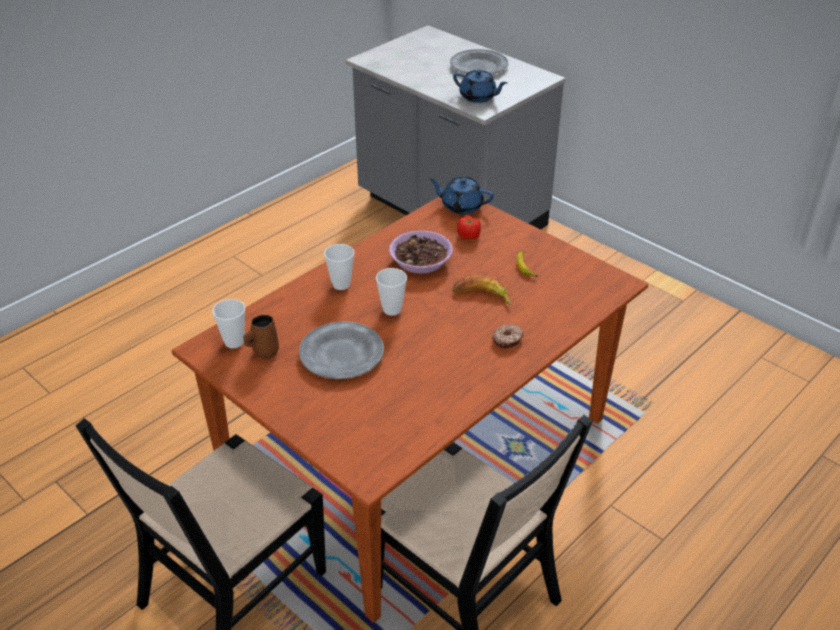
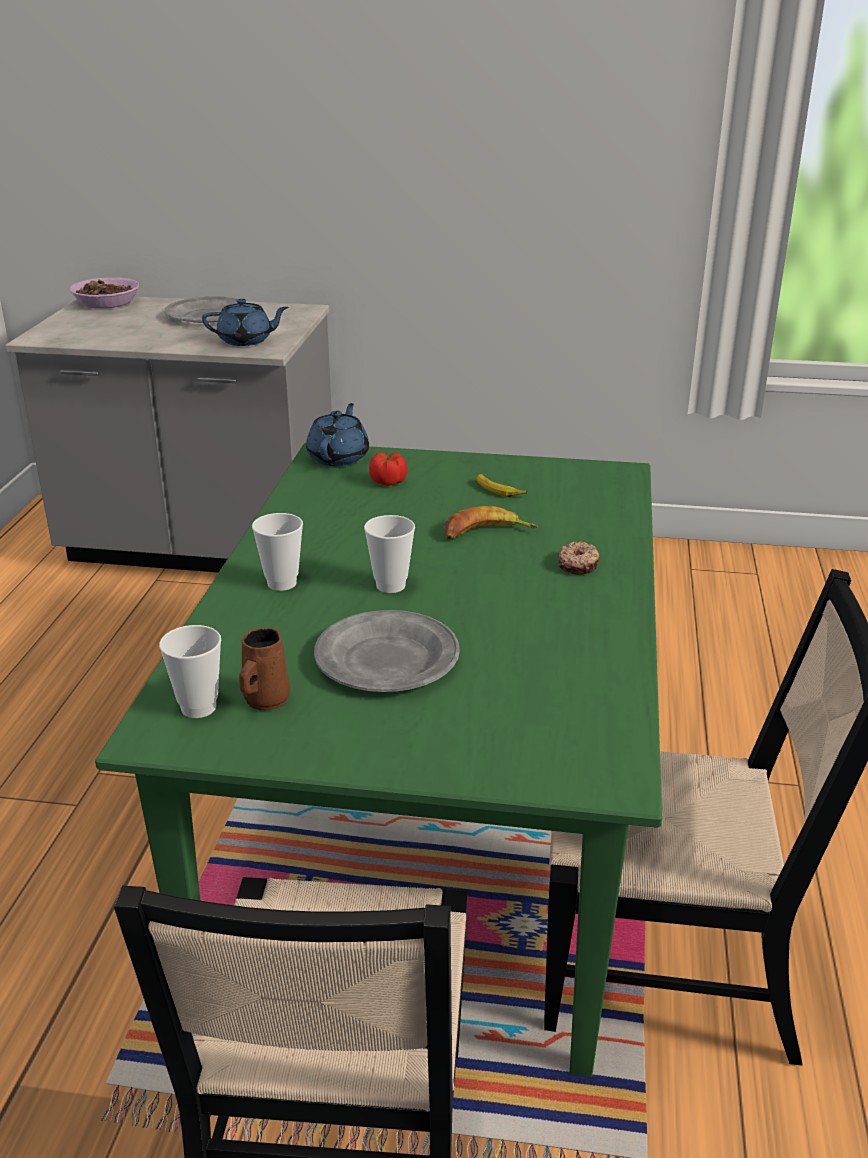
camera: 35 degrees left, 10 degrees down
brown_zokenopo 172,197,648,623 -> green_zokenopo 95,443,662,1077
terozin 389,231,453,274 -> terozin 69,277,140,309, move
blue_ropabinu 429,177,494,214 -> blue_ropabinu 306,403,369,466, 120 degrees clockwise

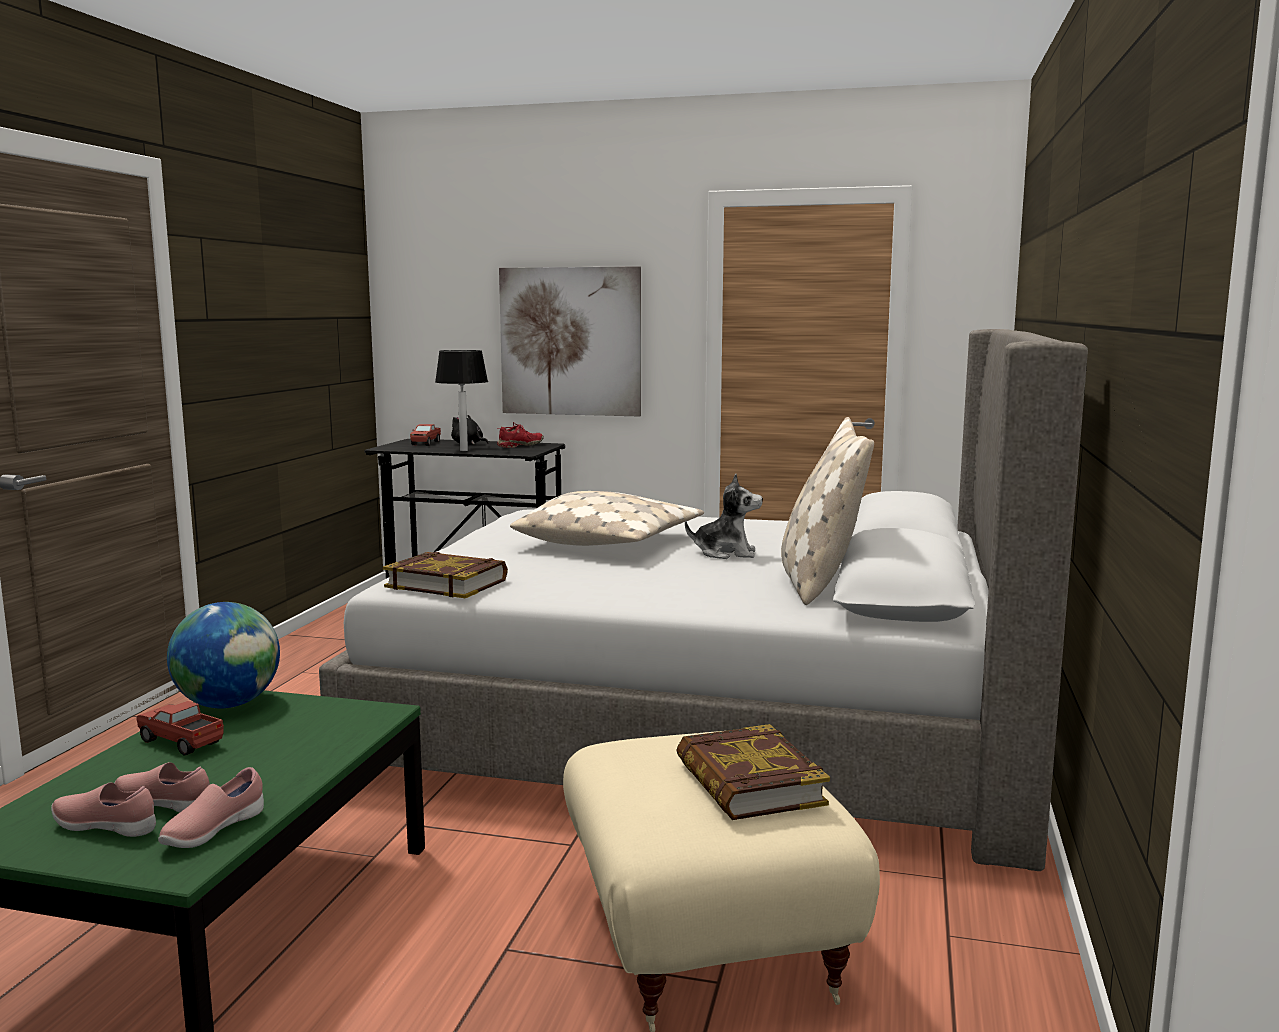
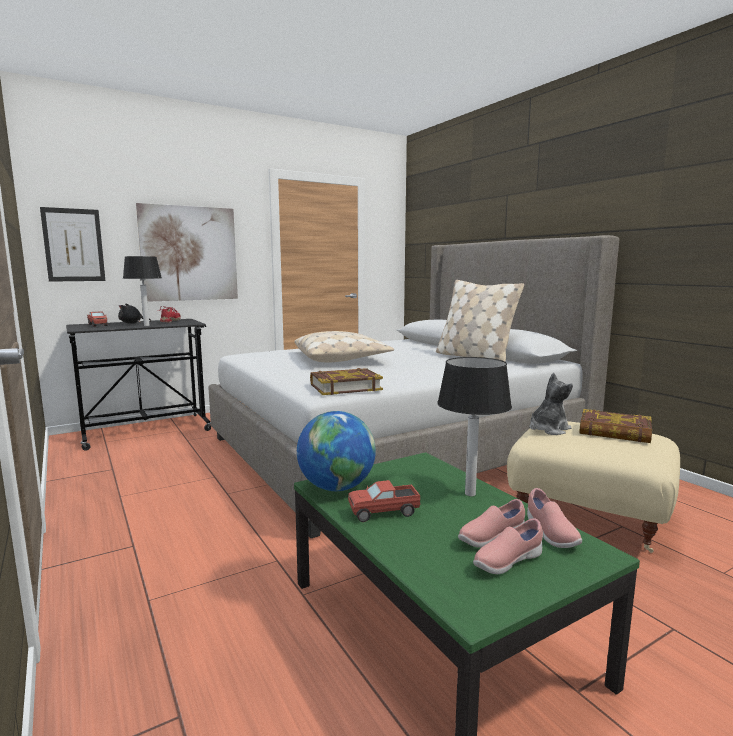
camera: 45 degrees left, 0 degrees up
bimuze 685,474,763,559 -> bimuze 530,373,573,435, move
none -> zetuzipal 40,207,106,282
none -> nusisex 437,357,512,496

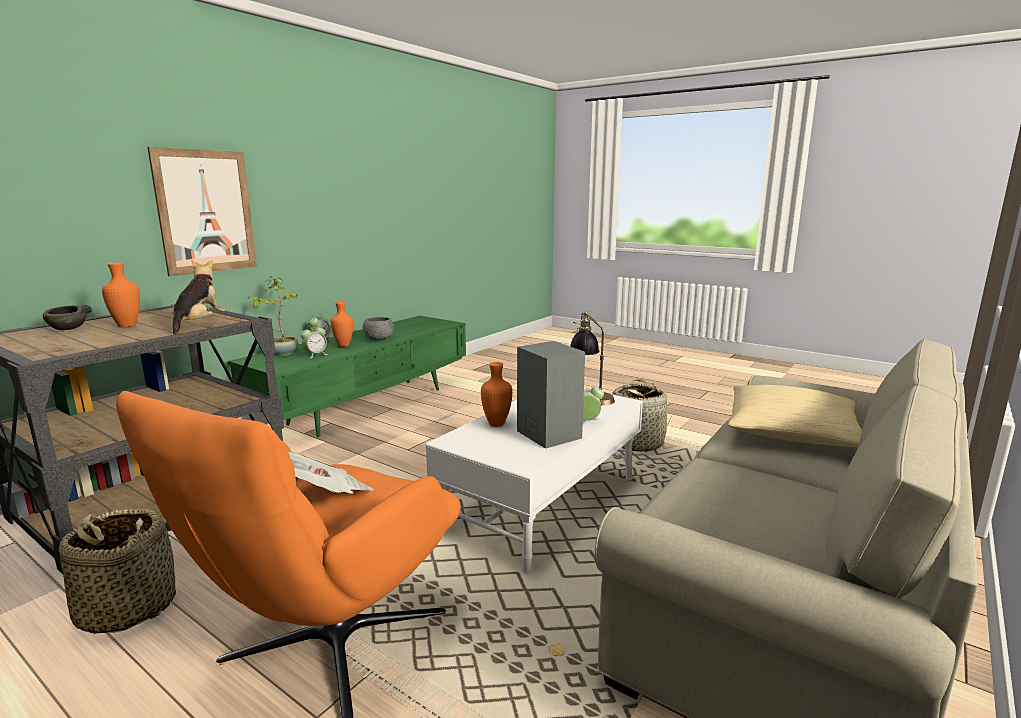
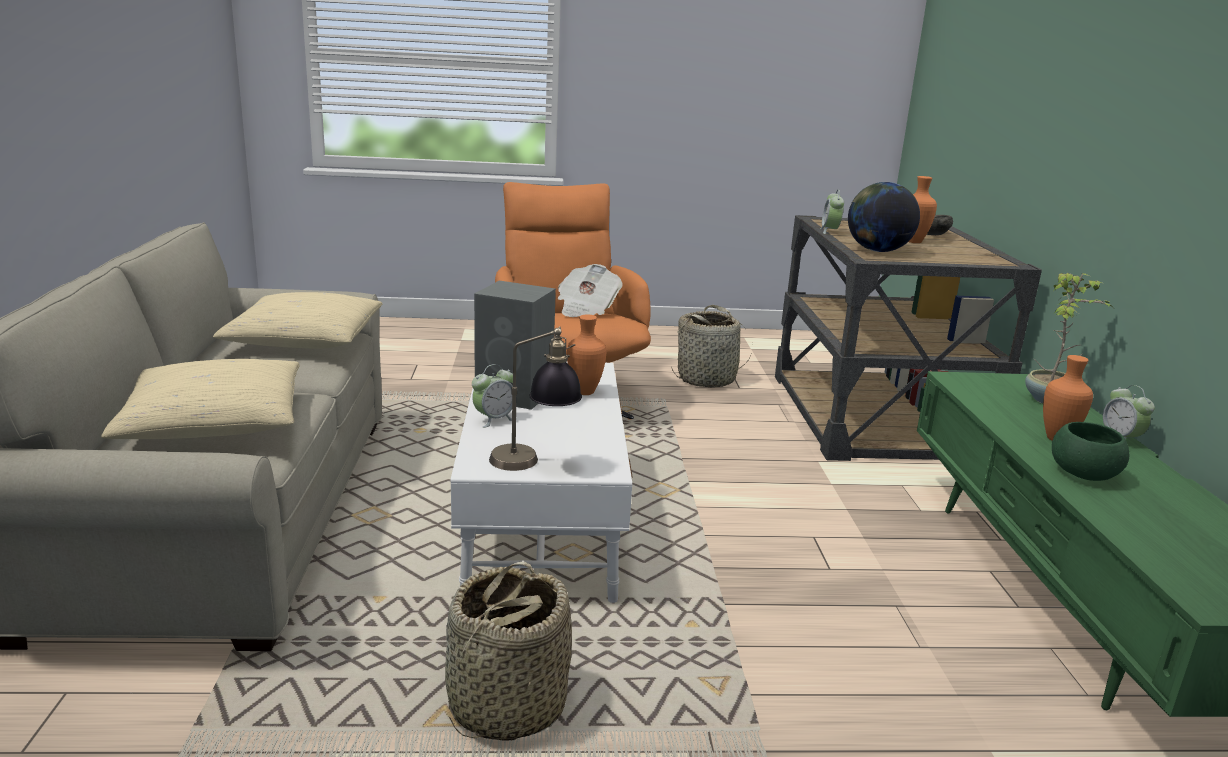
camera: 140 degrees right, 5 degrees up
zetuzipal 147,147,257,276 -> none
bimuze 172,260,226,334 -> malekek 848,182,920,252
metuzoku 301,324,328,358 -> metuzoku 820,189,844,234, move
grey_terozin 363,317,394,340 -> green_terozin 1052,422,1129,481
none -> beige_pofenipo 213,292,383,348

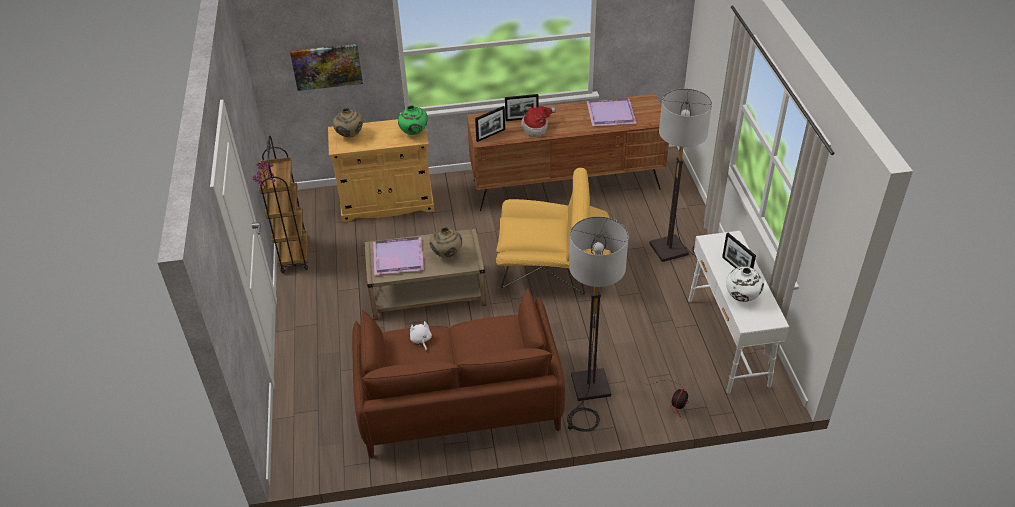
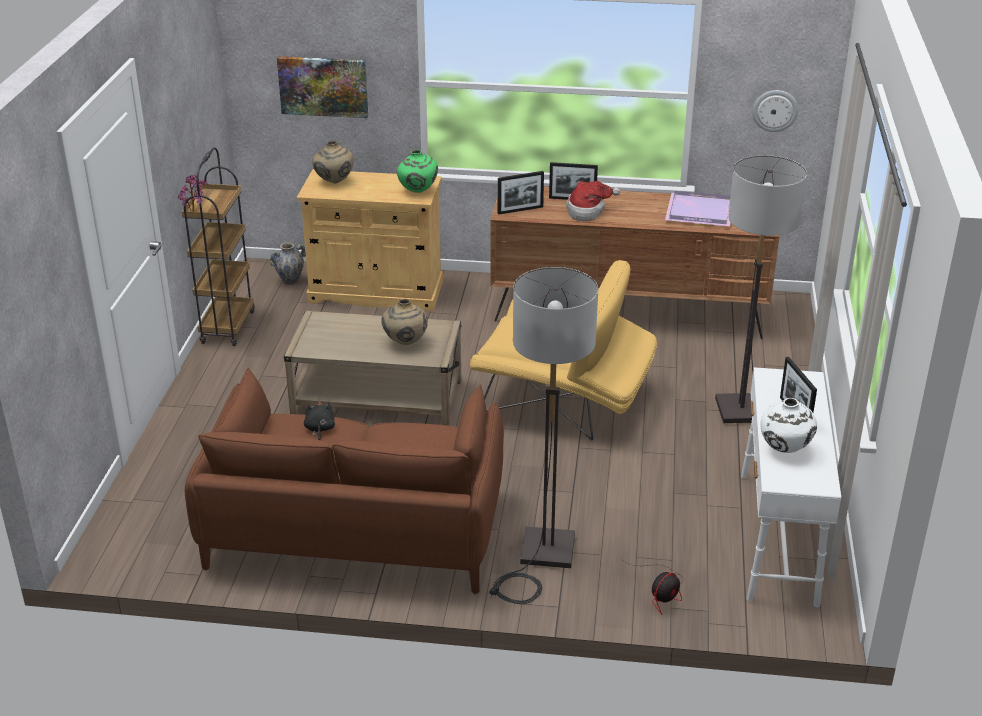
camera: 15 degrees right, 10 degrees down
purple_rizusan 373,237,424,275 -> none
white_bimuze 410,321,432,351 -> black_bimuze 304,400,335,440
none -> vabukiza 270,243,306,285
none -> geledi 752,90,798,132

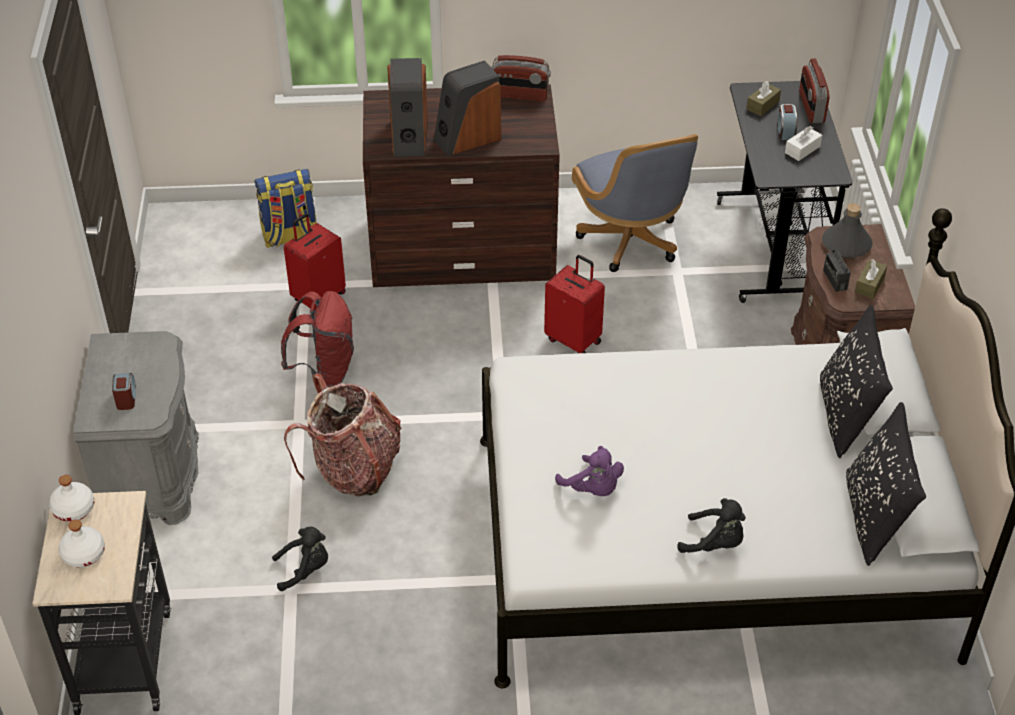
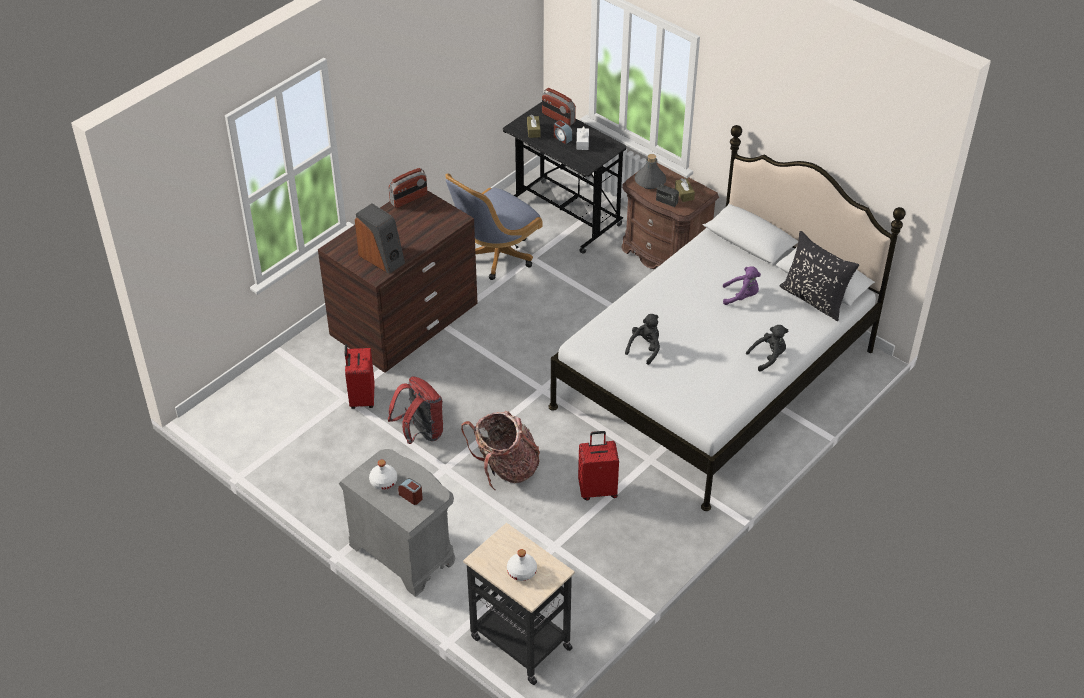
camera: 45 degrees left, 0 degrees up
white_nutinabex 49,475,94,522 -> white_nutinabex 369,460,397,490, move
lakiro 254,169,317,248 -> none
black_bimuze 272,527,328,591 -> black_bimuze 625,314,660,365, move
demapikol 434,60,501,156 -> none
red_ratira 544,255,605,353 -> red_ratira 578,431,619,500, move
purple_bimuze 555,446,624,496 -> purple_bimuze 723,266,761,305, move
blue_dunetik 572,134,698,272 -> blue_dunetik 445,173,543,280, 105 degrees clockwise
black_pofenipo 820,305,893,458 -> none

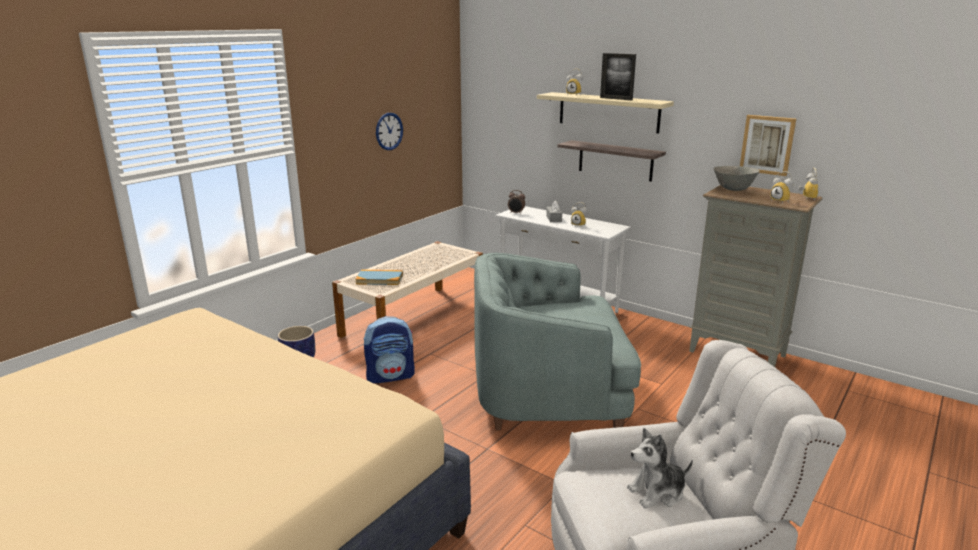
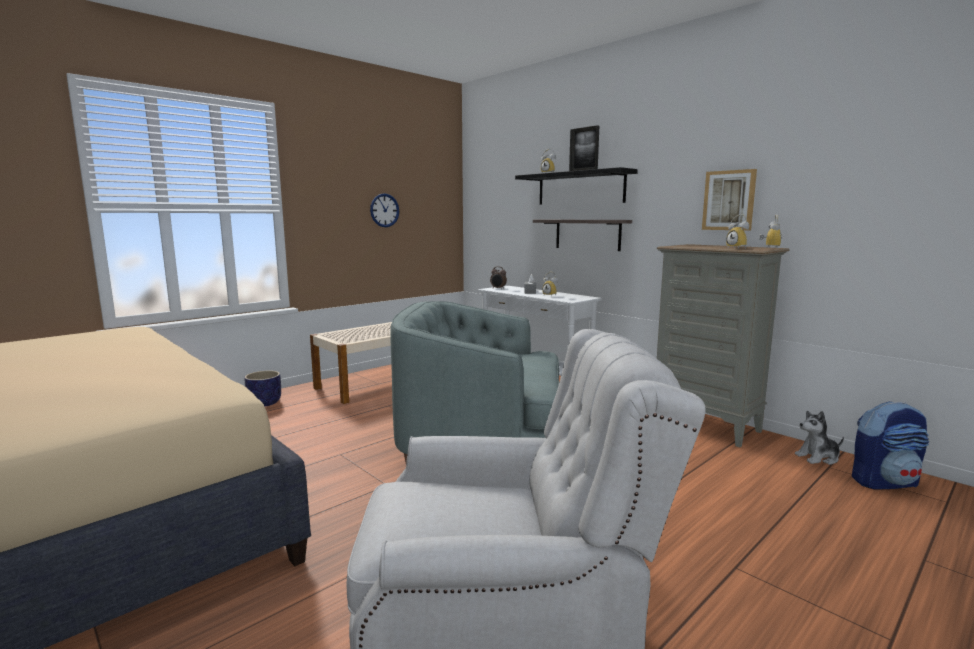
camera: 10 degrees right, 10 degrees down
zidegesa 355,269,403,285 -> none
lakiro 364,316,415,383 -> lakiro 852,402,929,490, move
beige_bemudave 537,92,674,133 -> black_bemudave 515,167,638,204
bimuze 627,428,693,509 -> bimuze 795,411,844,465, move
grey_terozin 713,166,760,191 -> none

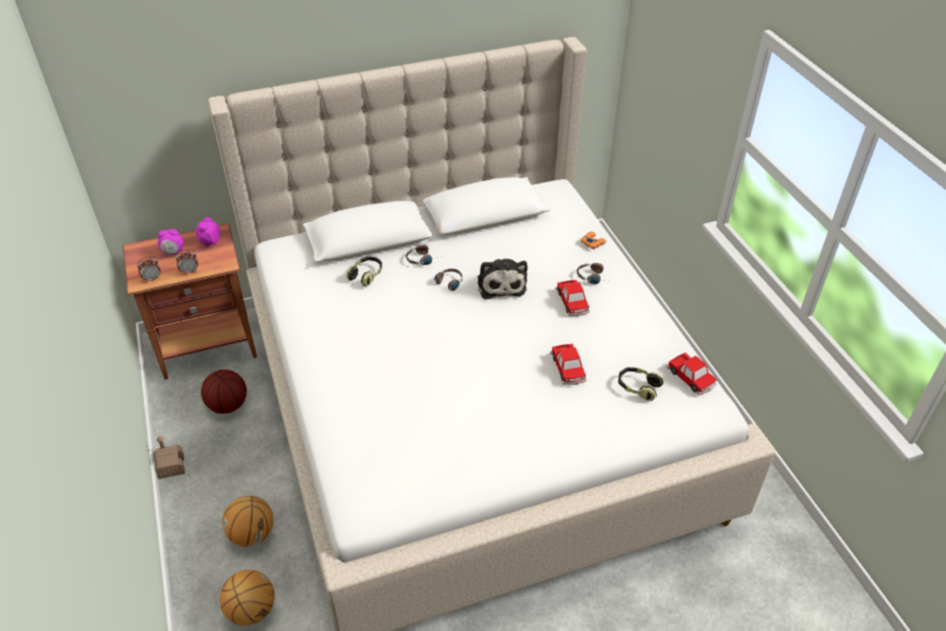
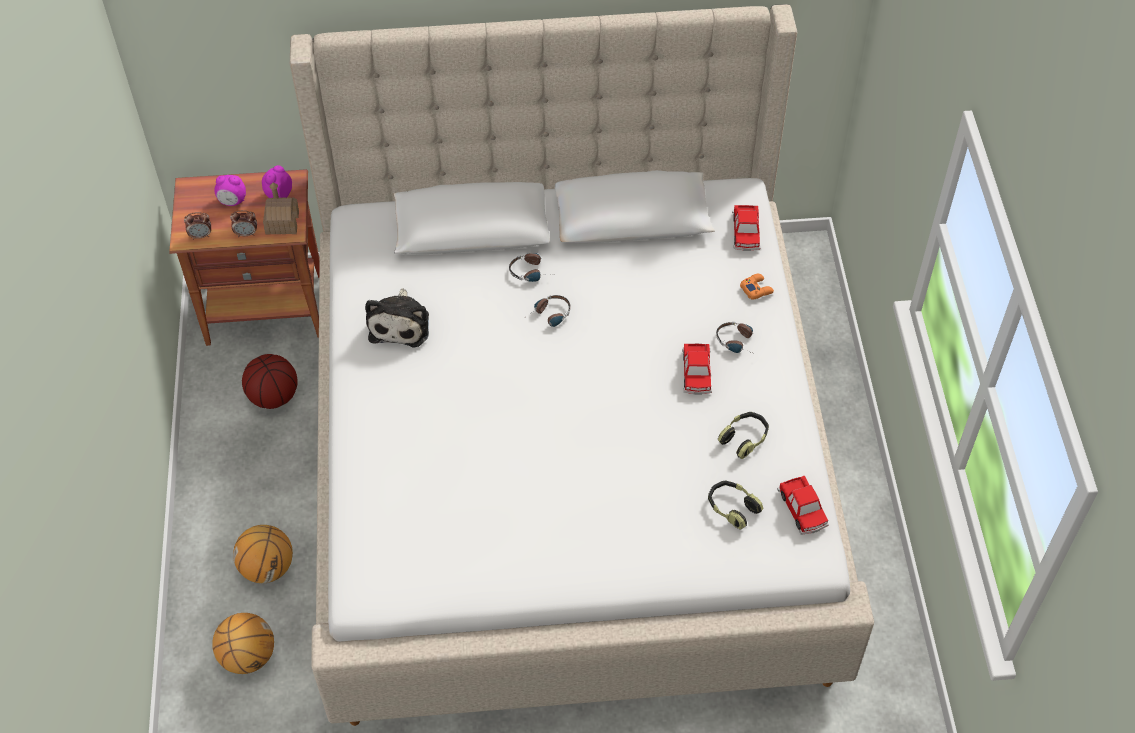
camera: 15 degrees right, 10 degrees up
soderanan 155,436,185,479 -> soderanan 263,183,299,234, move
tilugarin 346,256,382,286 -> tilugarin 718,412,769,459, move
bimuze 478,259,528,299 -> bimuze 365,288,429,348, move
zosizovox 550,344,586,385 -> zosizovox 732,205,761,251, move

